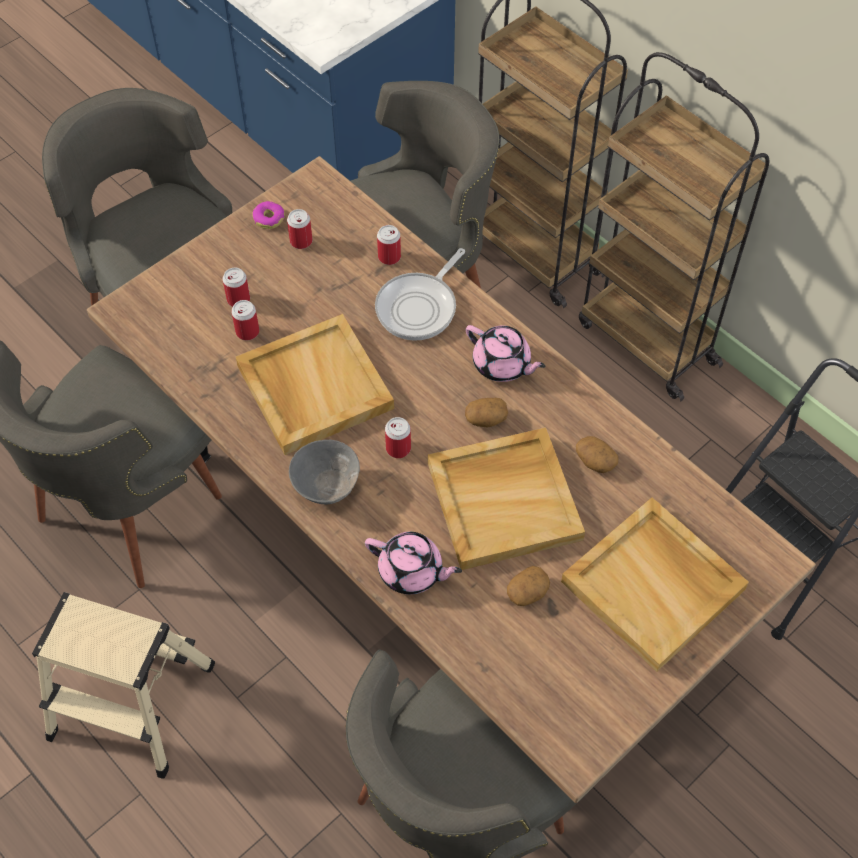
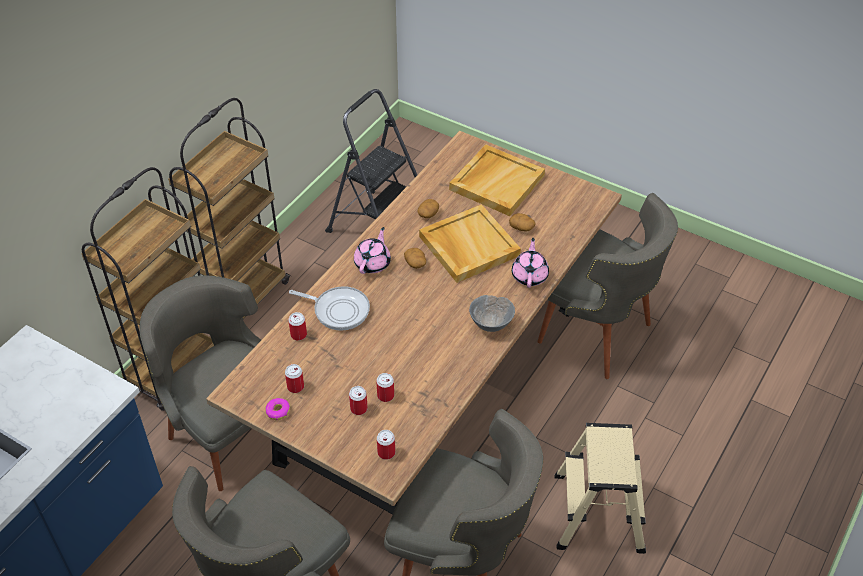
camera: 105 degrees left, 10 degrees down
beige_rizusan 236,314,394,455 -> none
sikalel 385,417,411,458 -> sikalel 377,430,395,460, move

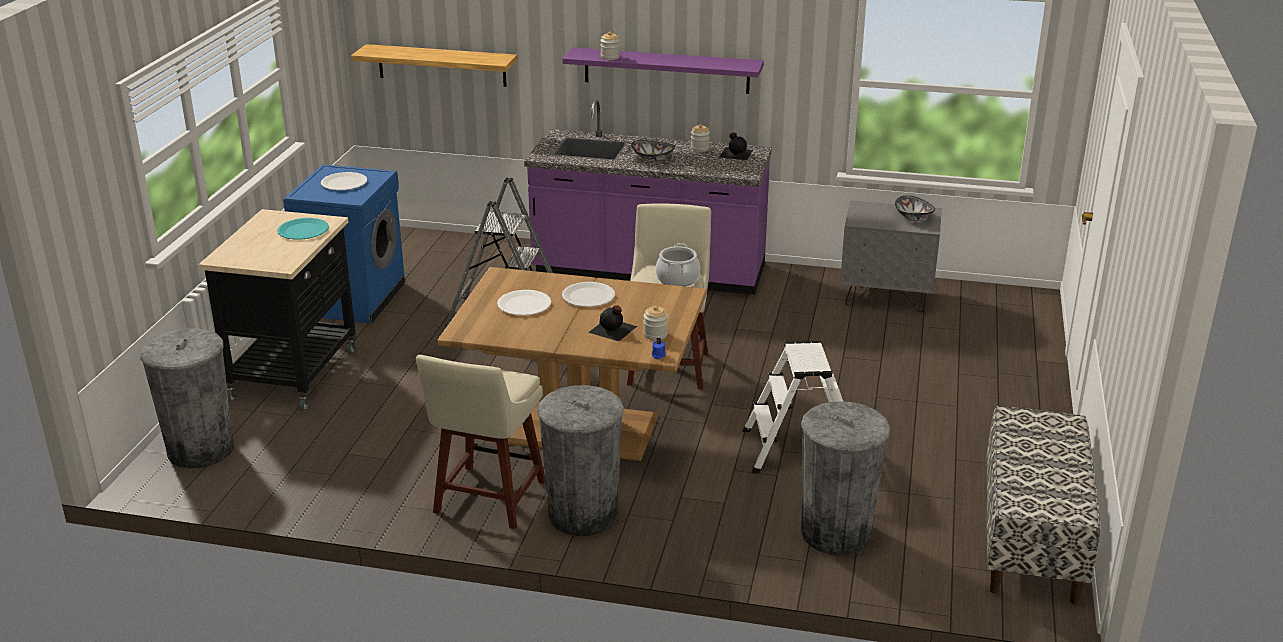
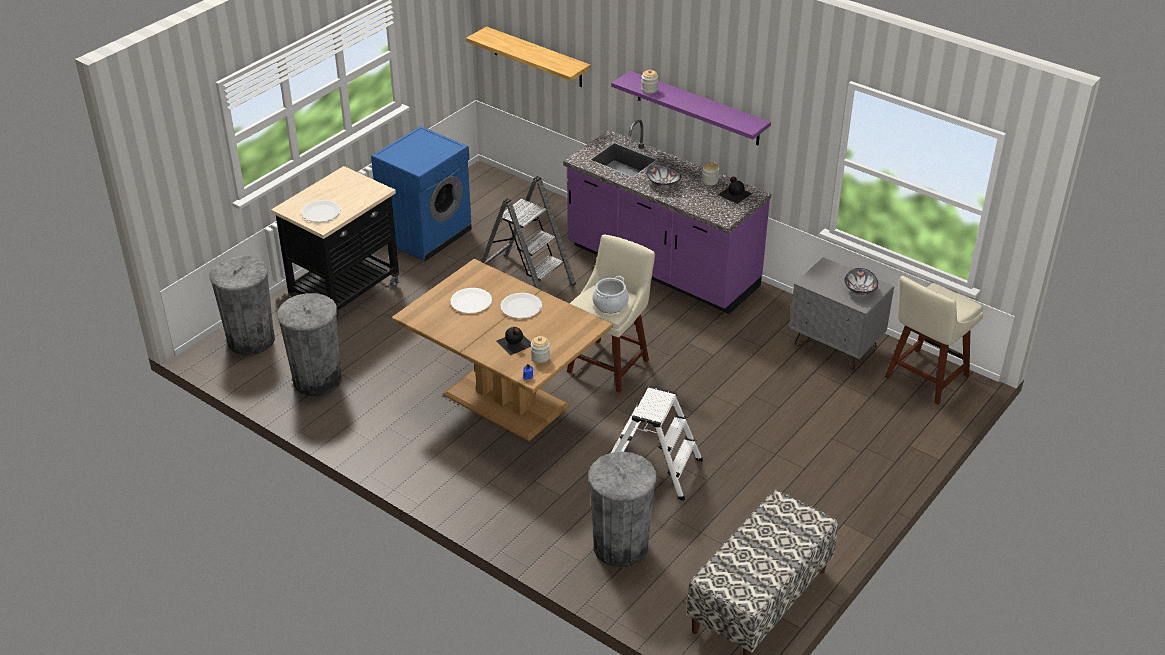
camera: 25 degrees right, 10 degrees up
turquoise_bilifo 277,218,329,239 -> none
white_bilifo 321,172,367,190 -> white_bilifo 301,200,341,222, move
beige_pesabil 416,355,546,529 -> beige_pesabil 885,276,983,404, move
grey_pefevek 537,385,624,536 -> grey_pefevek 277,293,342,396, move

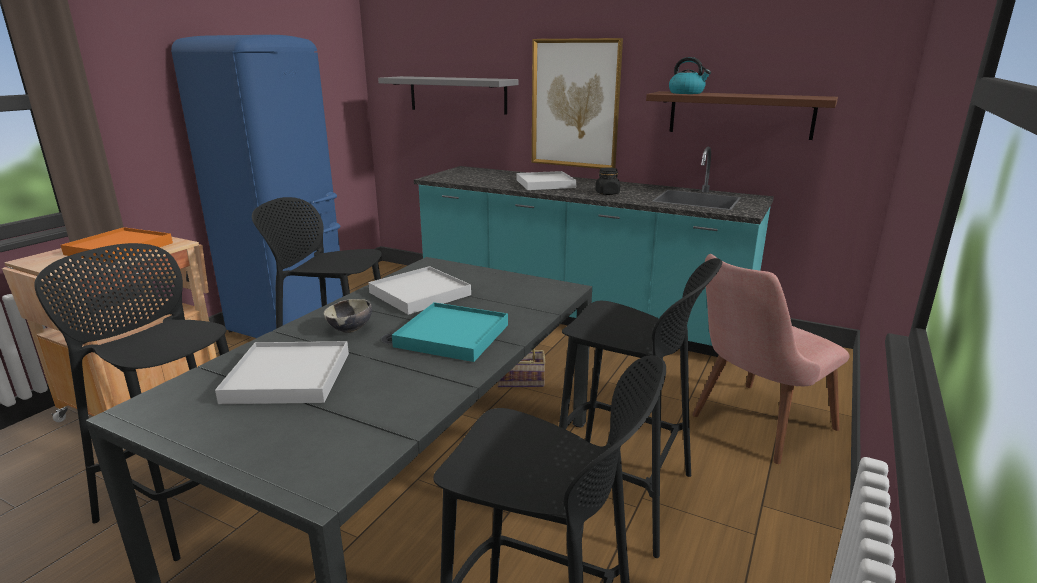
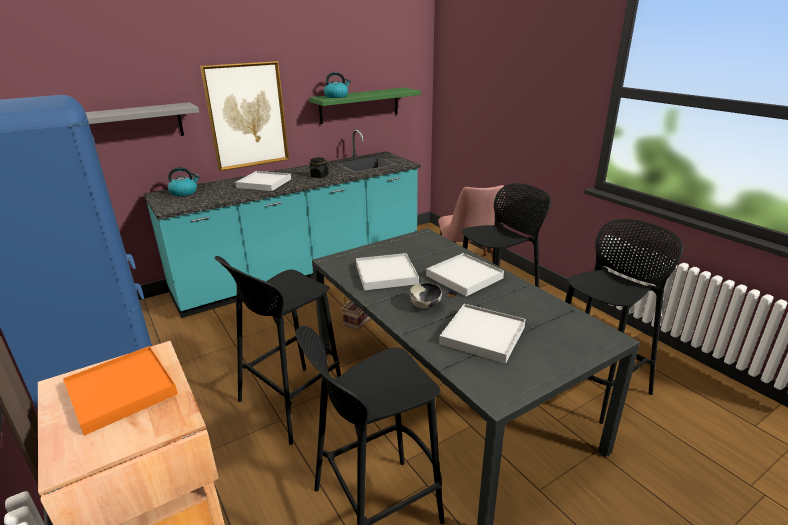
camera: 60 degrees left, 5 degrees up
turquoise_rizusan 392,302,508,362 -> white_rizusan 426,253,504,296
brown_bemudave 646,91,838,140 -> green_bemudave 309,88,421,124
none -> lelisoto 168,167,200,196

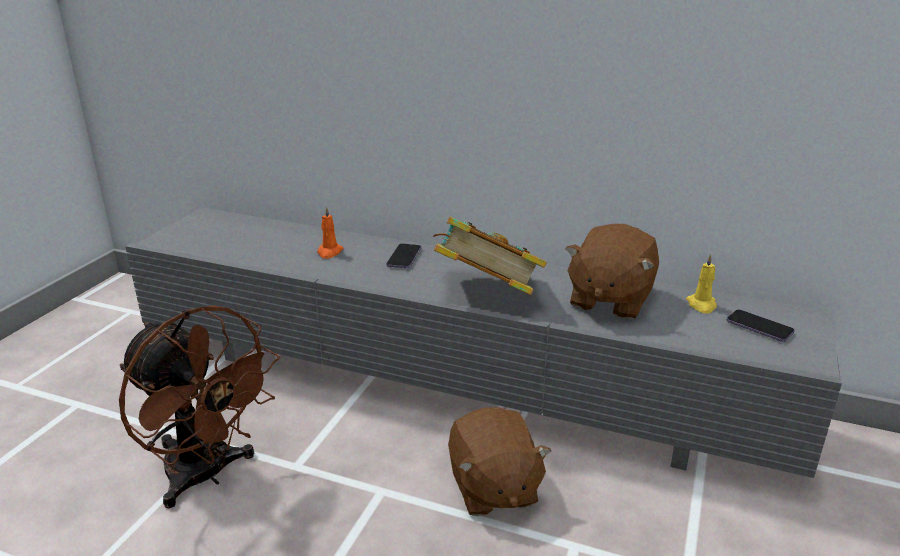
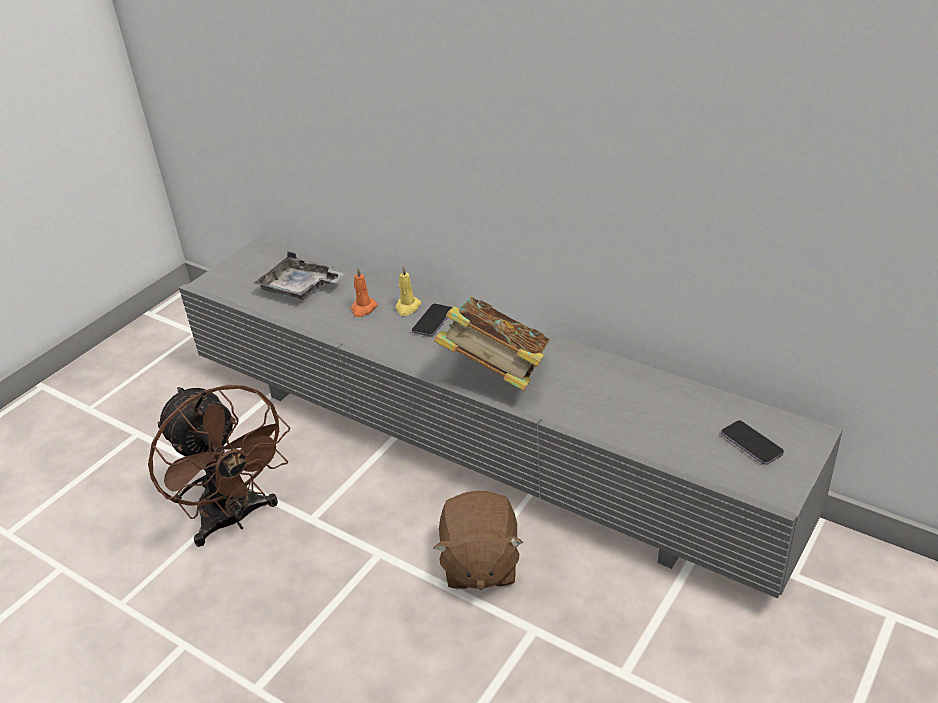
camera: 15 degrees right, 10 degrees up
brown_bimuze 565,224,659,320 -> none
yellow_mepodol 686,254,717,314 -> yellow_mepodol 395,266,421,316, move
none -> grey_rizusan 254,252,345,300

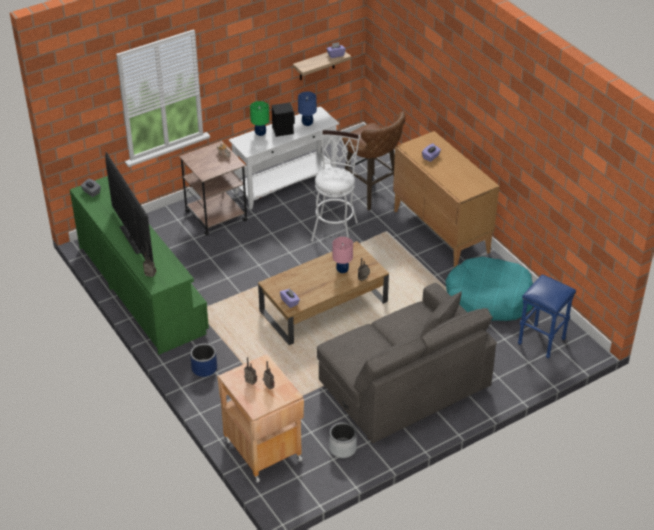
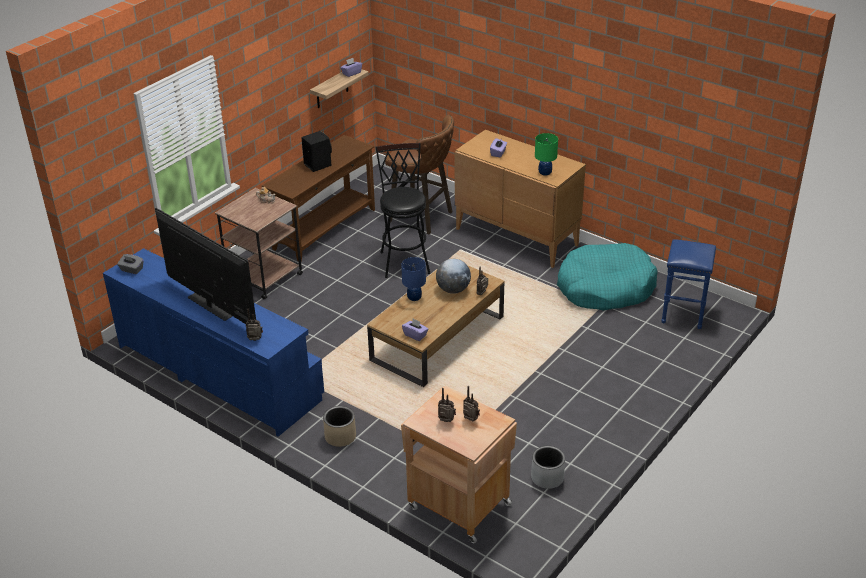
camera: 20 degrees left, 5 degrees down
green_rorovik 70,176,209,355 -> blue_rorovik 103,248,324,437
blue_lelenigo 190,343,217,377 -> beige_lelenigo 323,406,356,447
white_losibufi 229,106,339,209 -> brown_losibufi 262,135,375,262
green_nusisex 250,101,269,136 -> green_nusisex 535,133,558,176, move
blue_nusisex 298,92,317,126 -> blue_nusisex 401,257,426,301, move
white_pesabil 311,130,360,242 -> black_pesabil 376,143,431,278
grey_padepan 317,283,497,443 -> none
pink_nusisex 332,237,353,273 -> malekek 436,259,471,294

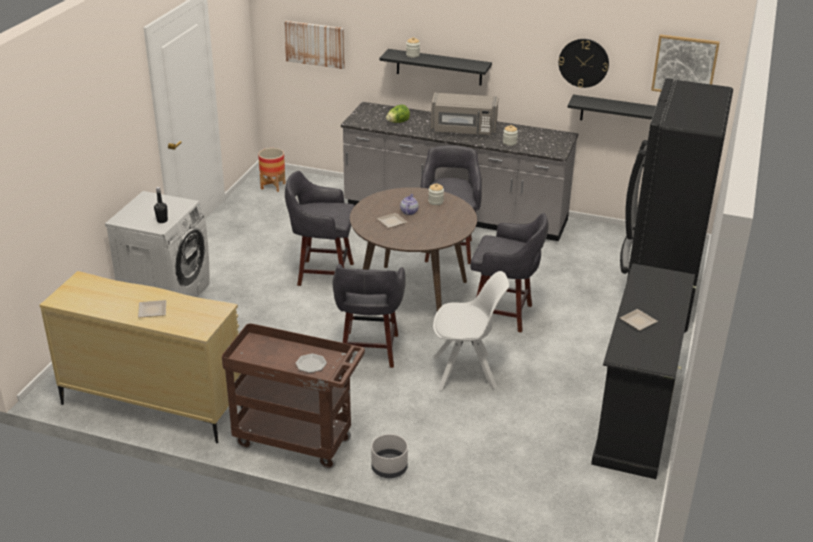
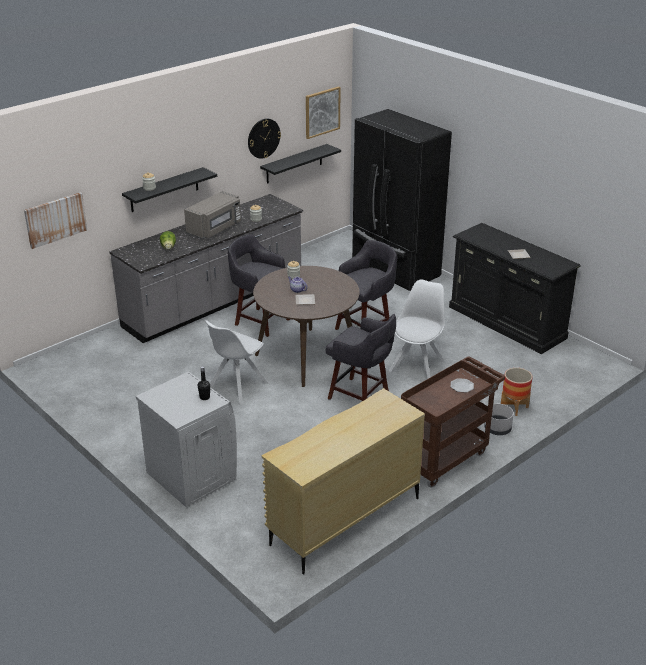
camera: 60 degrees left, 0 degrees up
bilifo 138,300,166,318 -> none
lelenigo 258,148,286,192 -> lelenigo 501,368,532,416, move
grey_pesabil 285,171,355,286 -> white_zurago 205,320,268,404

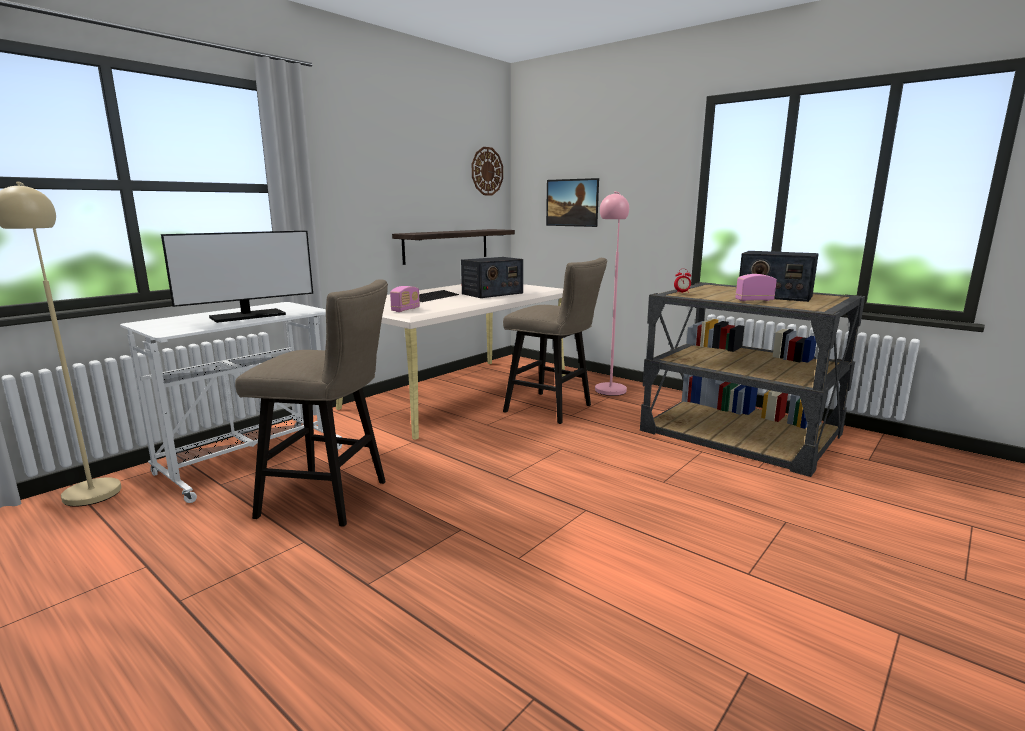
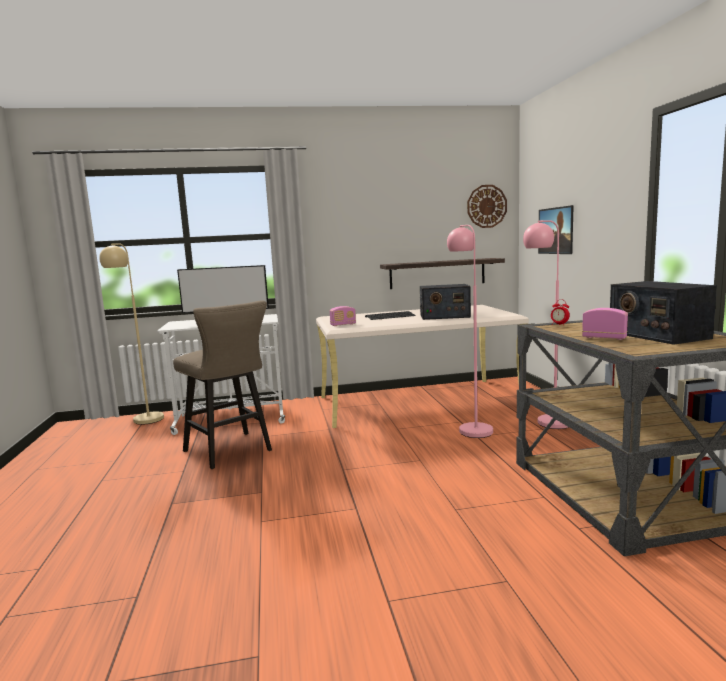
camera: 40 degrees right, 5 degrees down
beige_pesabil 503,258,607,424 -> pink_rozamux 447,225,493,438

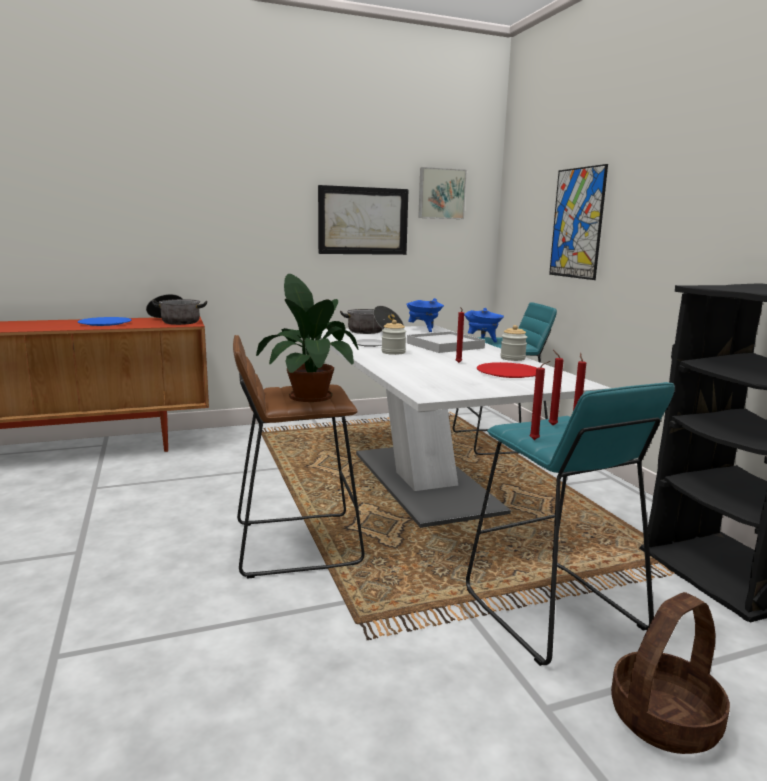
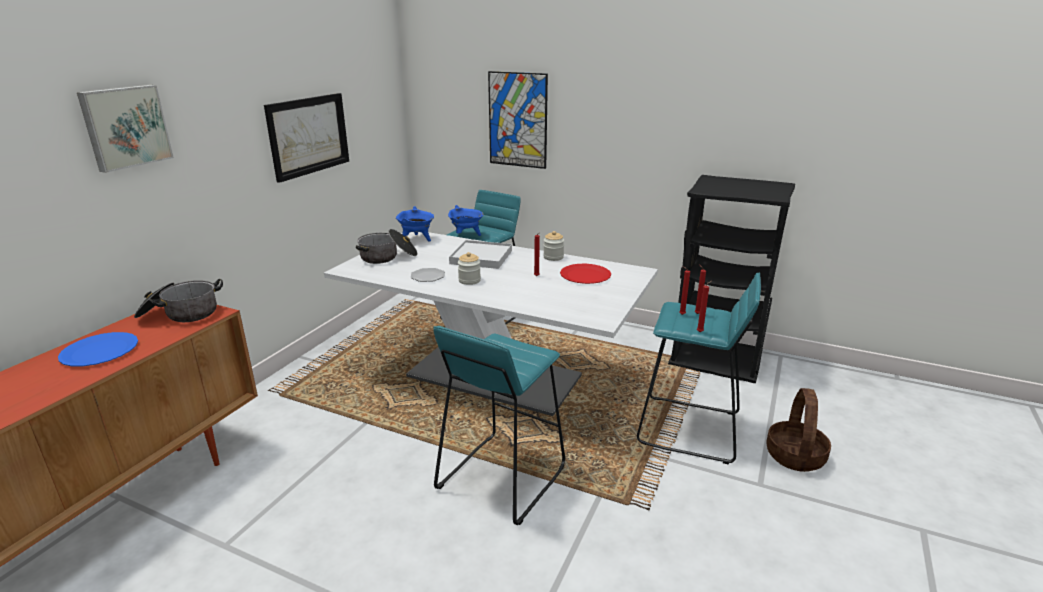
camera: 45 degrees left, 10 degrees up
brown_pesabil 233,335,365,579 -> turquoise_pesabil 433,326,565,525
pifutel 256,274,359,402 -> none
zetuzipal 418,167,467,219 -> zetuzipal 77,85,174,173, move

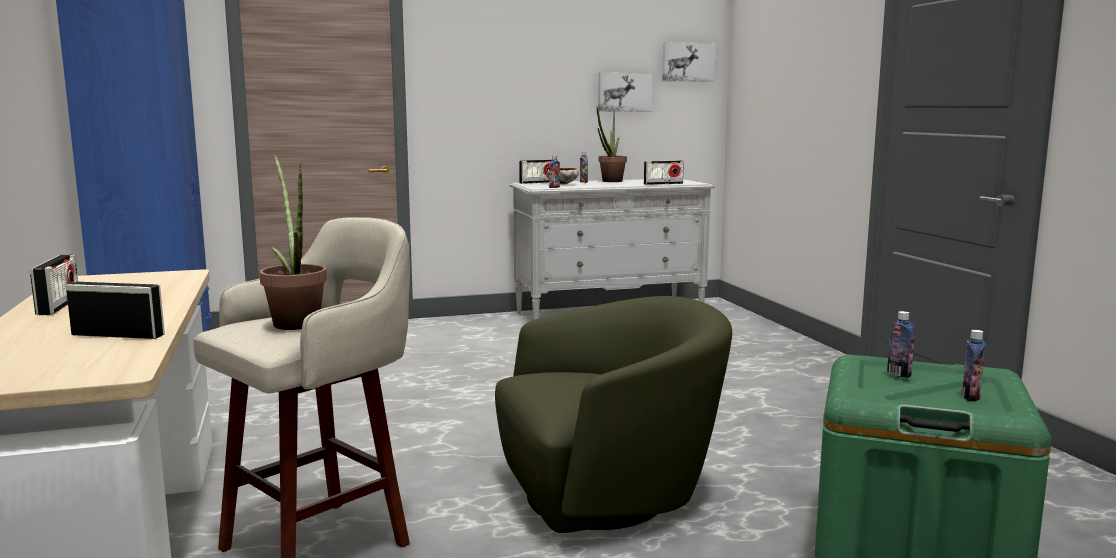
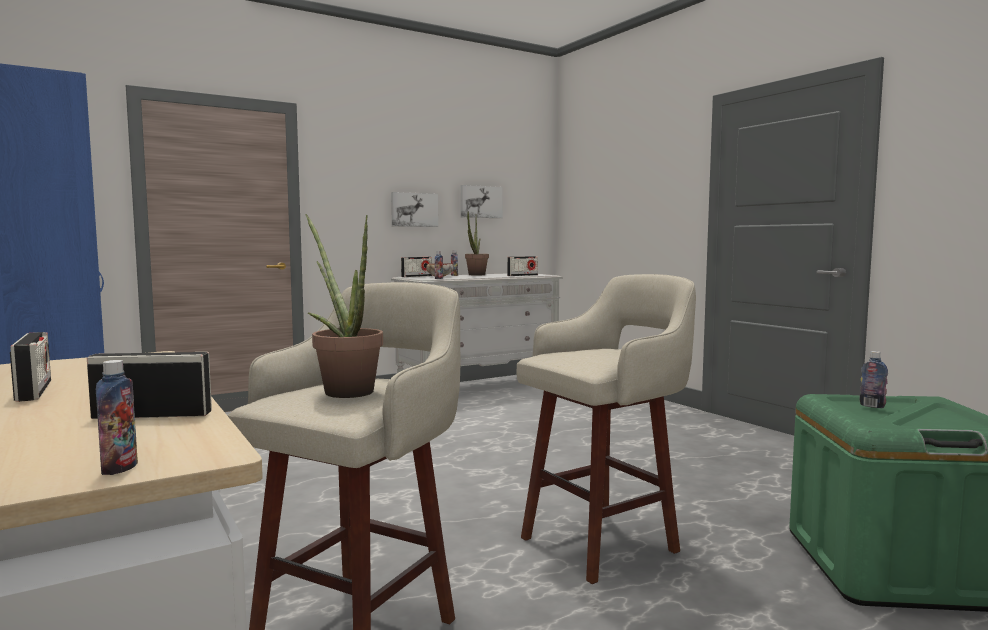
camera: 15 degrees left, 5 degrees down
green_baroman 495,296,732,533 -> beige_pesabil 517,274,696,584
zetuzipal 662,42,716,82 -> zetuzipal 391,192,438,227, move
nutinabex 962,330,986,401 -> nutinabex 96,360,138,475, move

